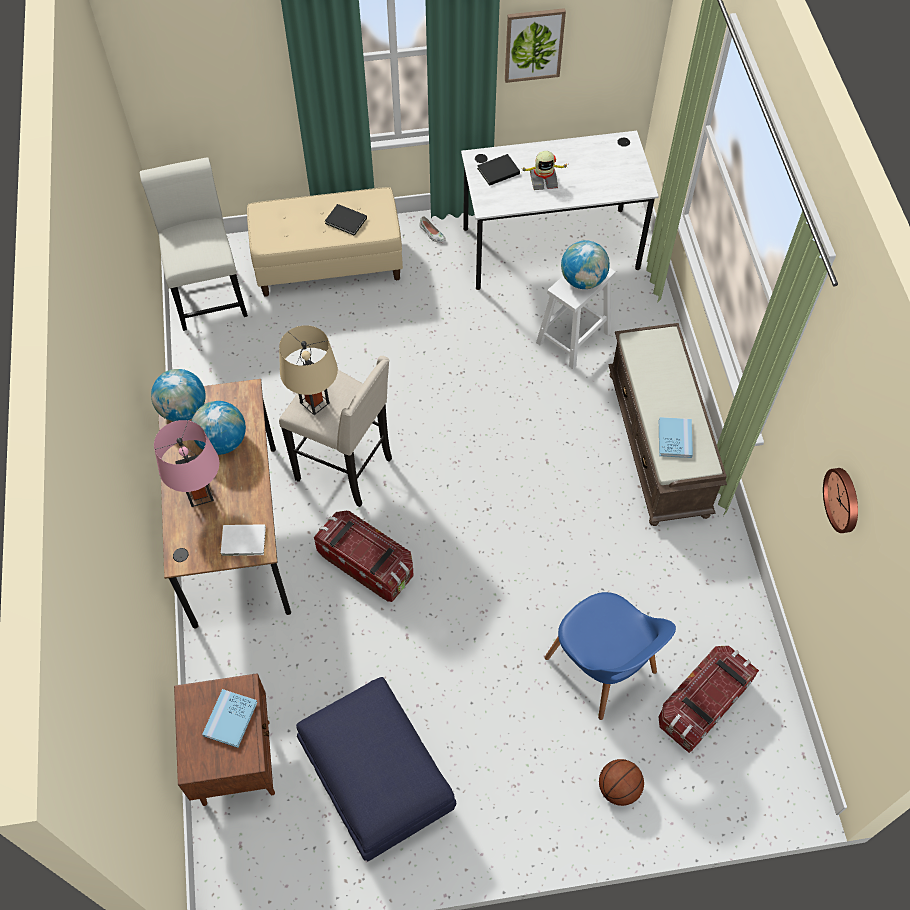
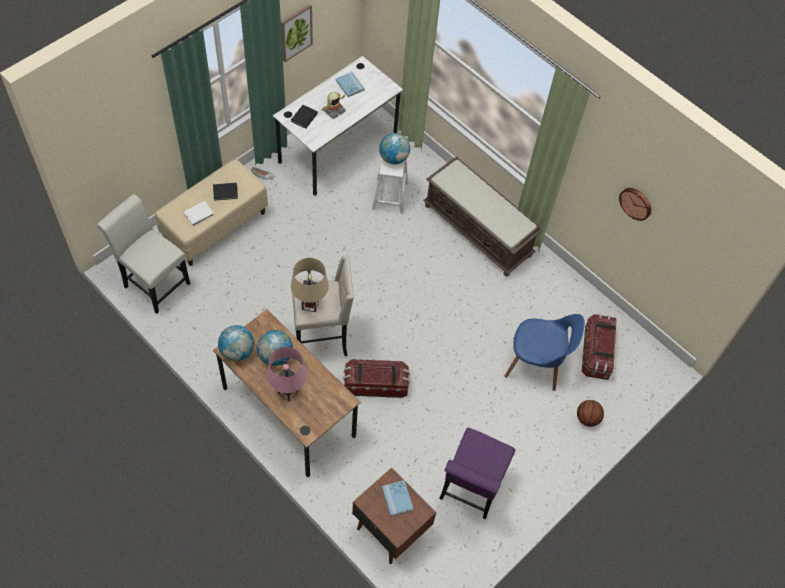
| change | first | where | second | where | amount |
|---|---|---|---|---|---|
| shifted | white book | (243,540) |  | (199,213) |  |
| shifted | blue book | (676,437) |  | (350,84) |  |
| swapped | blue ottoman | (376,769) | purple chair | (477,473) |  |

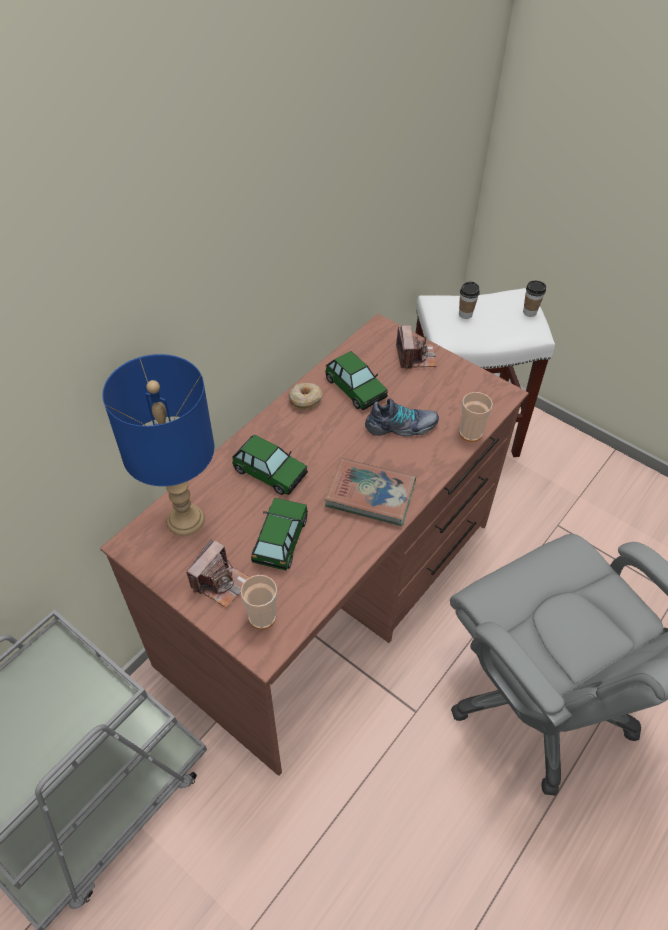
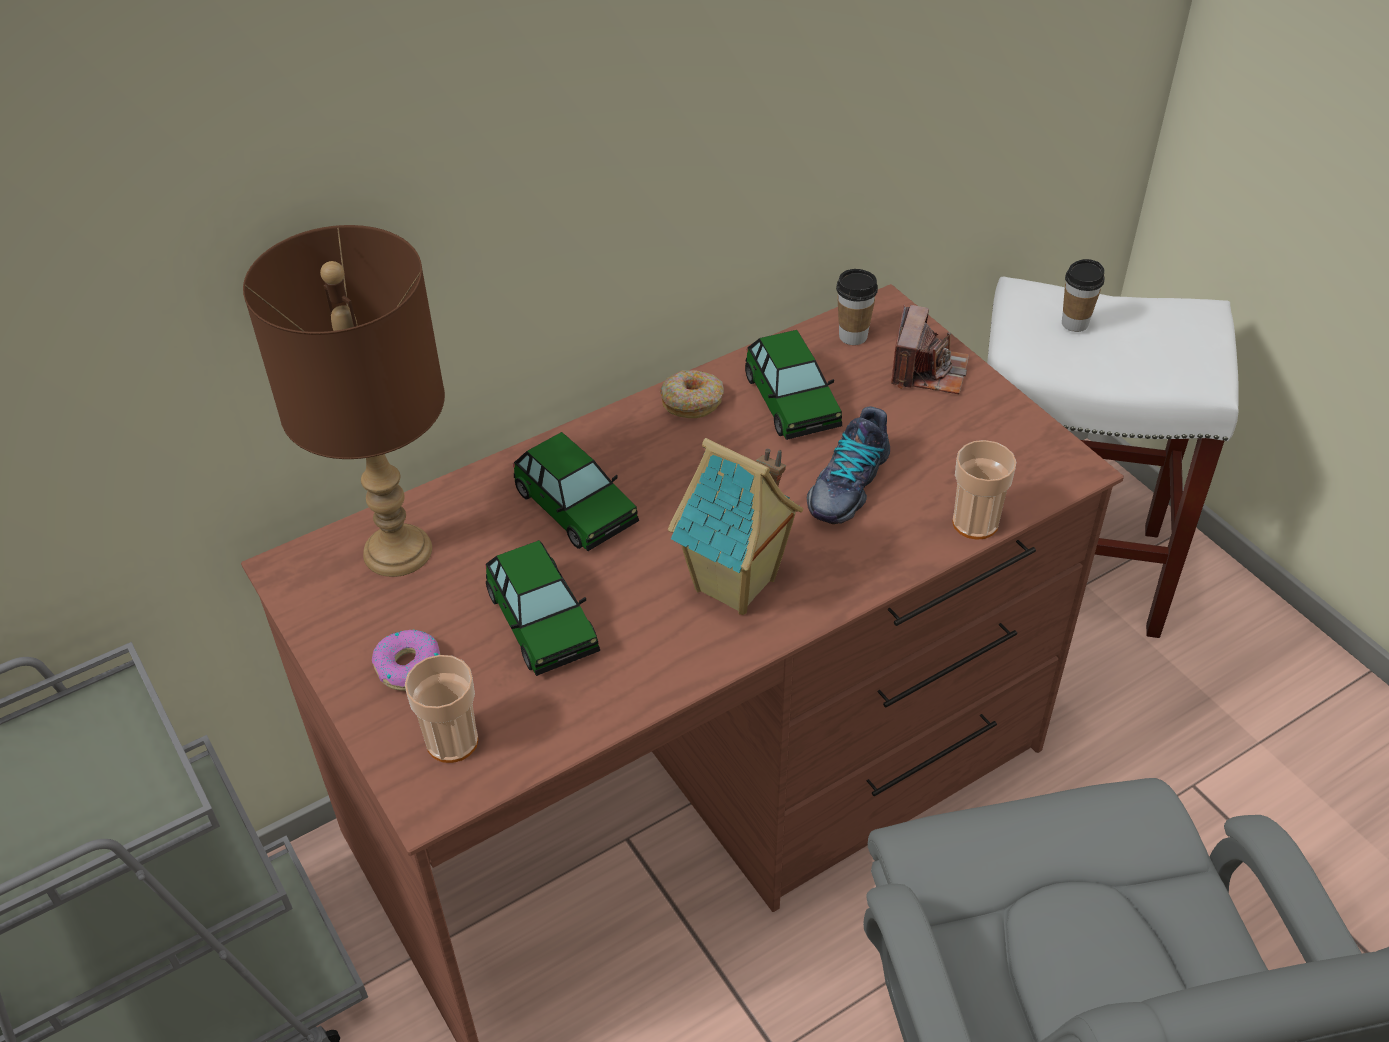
| change | first | where | second | where | amount |
|---|---|---|---|---|---|
| shifted | cup | (534,299) |  | (857,307) |  |
| swapped | photo camera | (218,573) | donut | (406,660) |  |
| swapped | book | (370,492) | toy house | (735,526) |  |
| repainted | blue table lamp | (158,445) | brown table lamp | (344,401) |  |
| rotated | toy car | (279,534) |  | (542,608) | 120 degrees clockwise |
| rotated | shoe | (402,417) |  | (848,465) | 105 degrees clockwise |

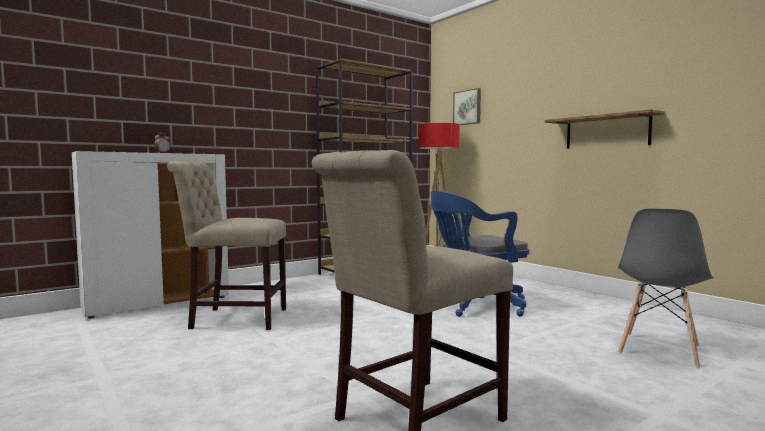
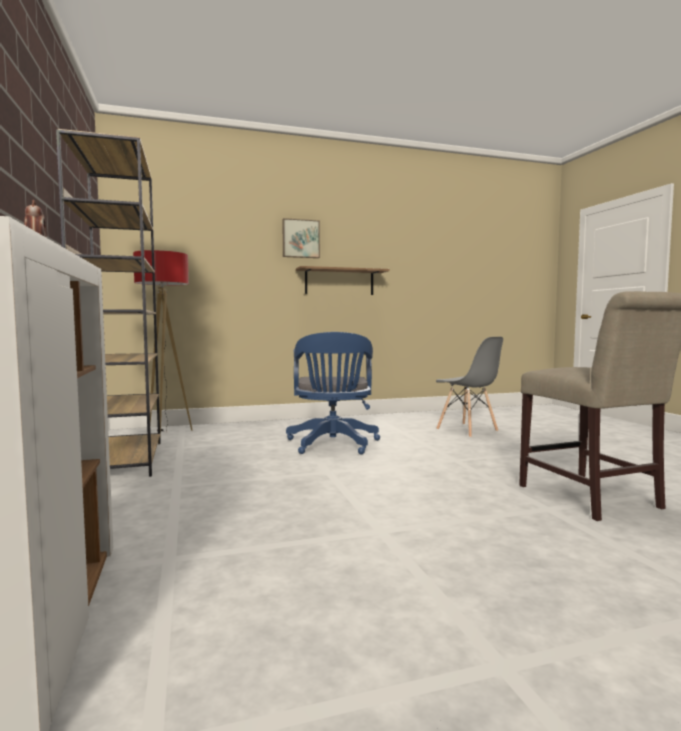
| change | first | where | second | where | amount |
|---|---|---|---|---|---|
| gone | beige chair | (226,245) |  |  |  |
| shifted | picture | (467,106) |  | (301,238) |  |

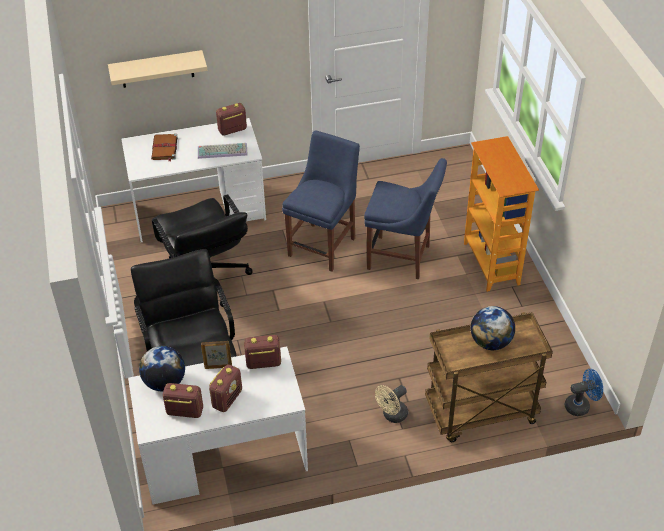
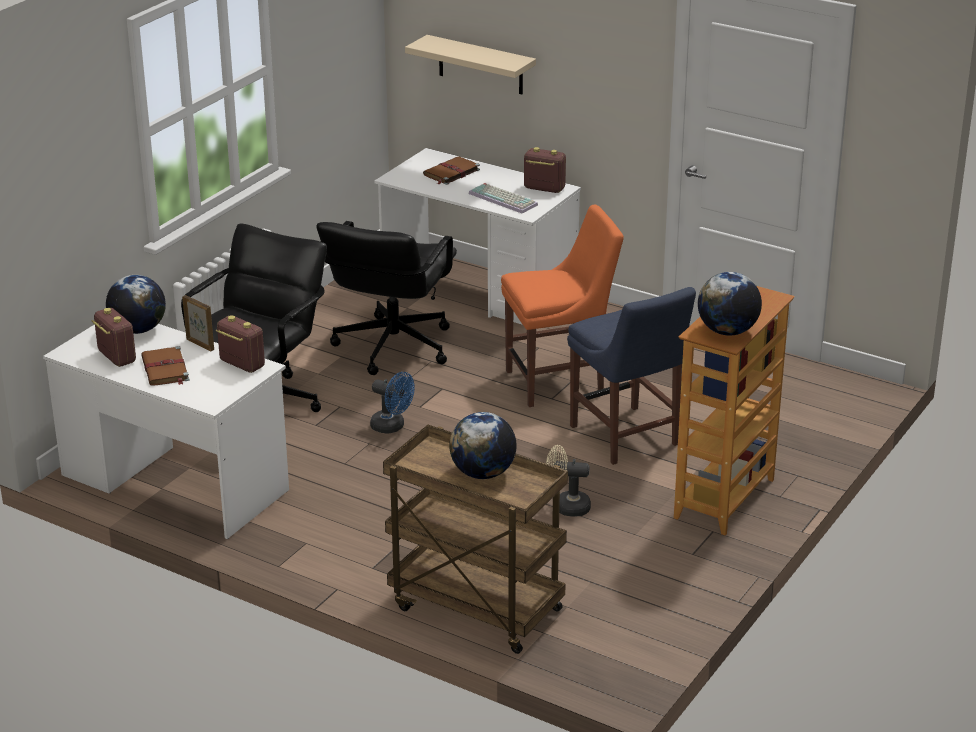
| change | first | where | second | where | amount |
|---|---|---|---|---|---|
| new |  |  | globe | (730,304) |  |
| shifted | beige fan | (391,404) |  | (568,481) |  |
| shifted | blue fan | (584,392) |  | (392,403) |  |
| swapped | radio | (225,388) | brown book | (165,366) |  |
| repainted | blue chair | (321,201) | orange chair | (562,306) |  |

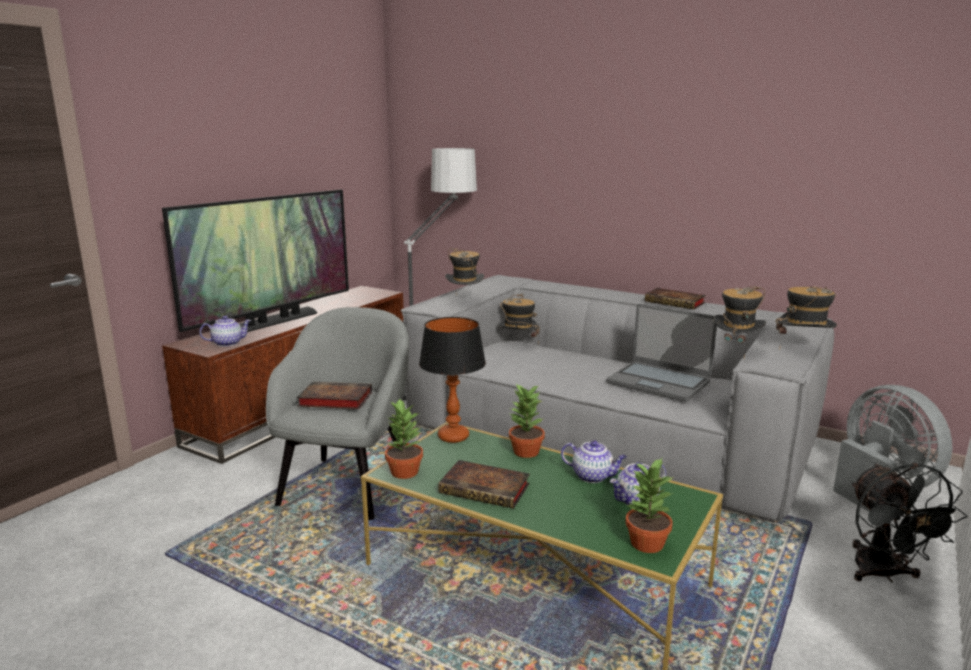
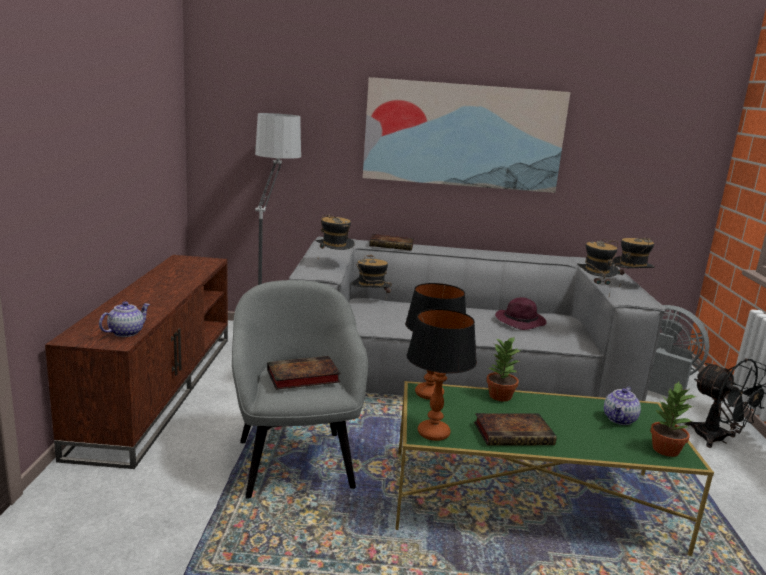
| change | first | where | second | where | amount |
|---|---|---|---|---|---|
| gone | television | (255,261) |  |  |  |
| gone | teapot | (594,461) |  |  |  |
| new |  |  | picture | (467,135) |  |
| shifted | book | (675,299) |  | (391,242) |  |
| swapped | potted plant | (404,438) | table lamp | (442,375) |  |
| swapped | laptop | (661,353) | purple hat | (521,314) |  |

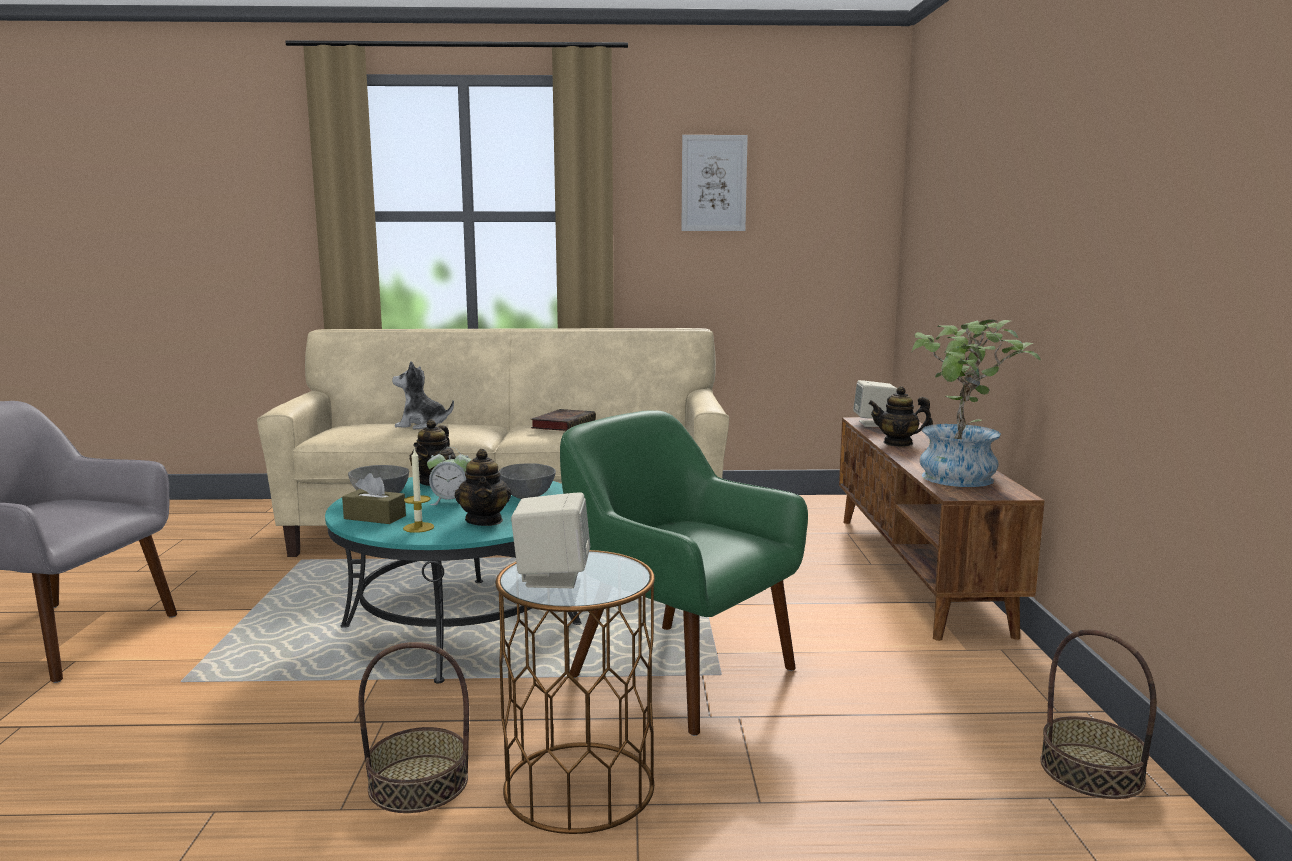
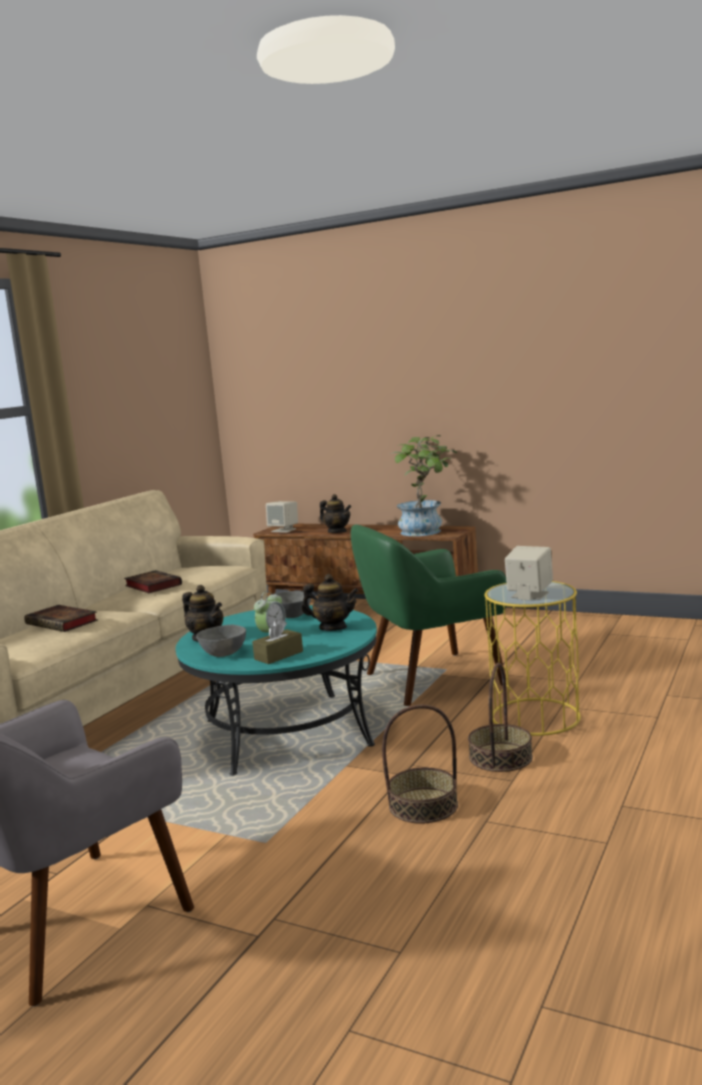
| change | first | where | second | where | amount |
|---|---|---|---|---|---|
| gone | candle | (418,490) |  |  |  |
| gone | picture | (714,183) |  |  |  |
| shifted | basket | (1098,714) |  | (420,764) |  |
| swapped | plush toy | (423,395) | book | (61,618) |  |
| repainted | brown side table | (575,692) | yellow side table | (533,658) |  |
| rotated | teapot | (900,416) |  | (335,513) | 90 degrees counterclockwise |

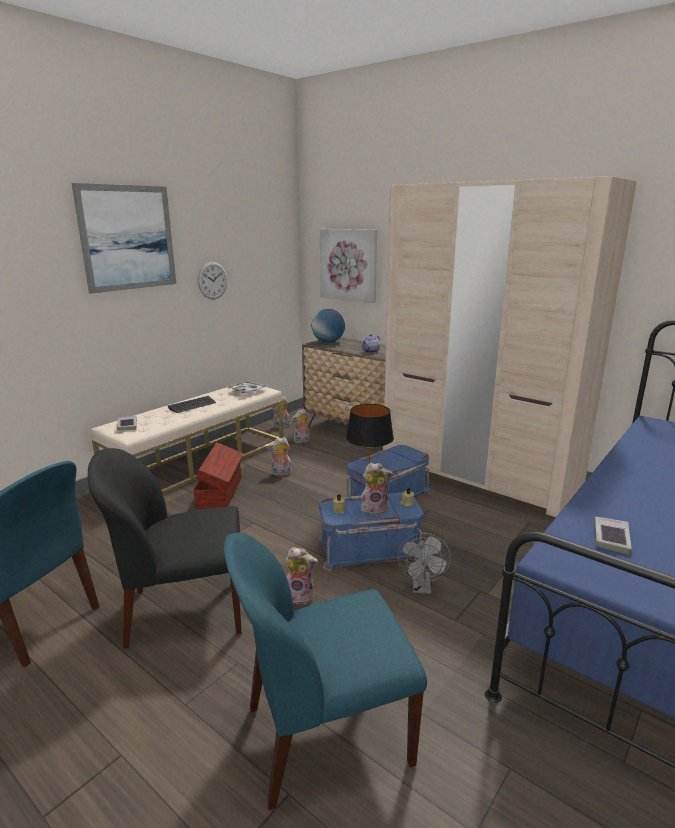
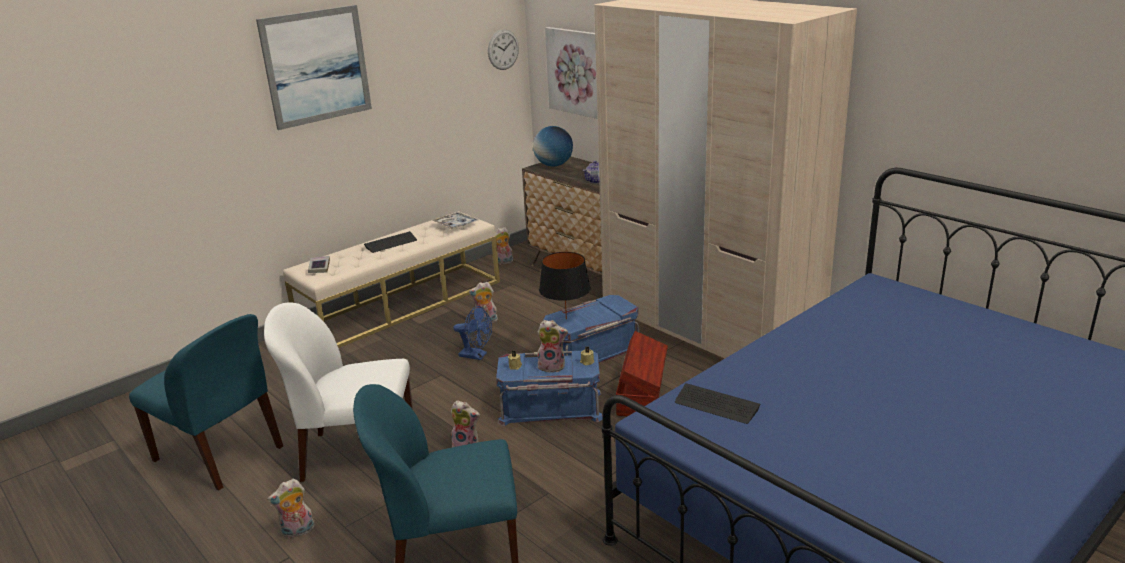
| change | first | where | second | where | amount |
|---|---|---|---|---|---|
| gone | grey fan | (424,563) |  |  |  |
| new |  |  | blue fan | (472,333) |  |
| shifted | brown storage box | (218,475) |  | (642,373) |  |
| shifted | wall clock | (212,280) |  | (503,50) |  |
| shifted | plush toy | (300,426) |  | (291,508) |  |
| swapped | book | (613,536) | keyboard | (717,403) |  |
| repainted | black chair | (165,548) | white chair | (338,392) |  |

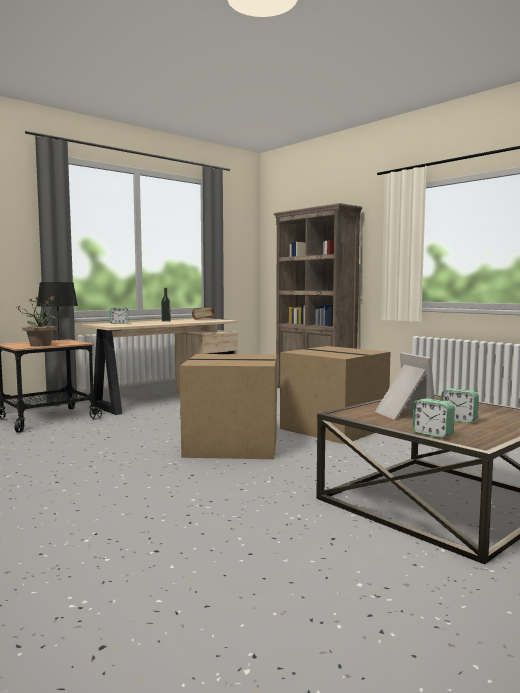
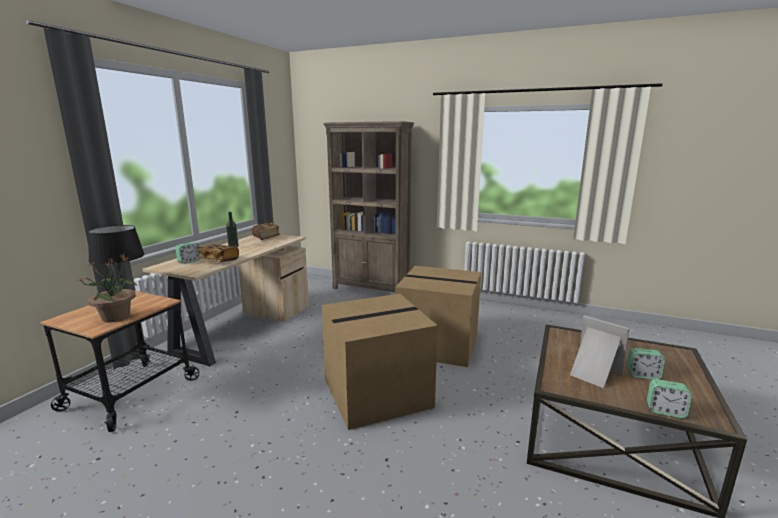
| change | first | where | second | where | amount |
|---|---|---|---|---|---|
| new |  |  | book | (218,253) |  |

